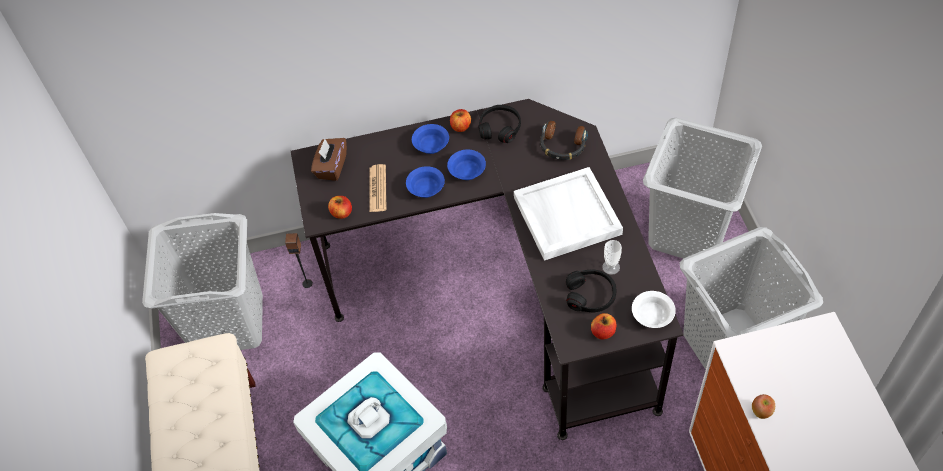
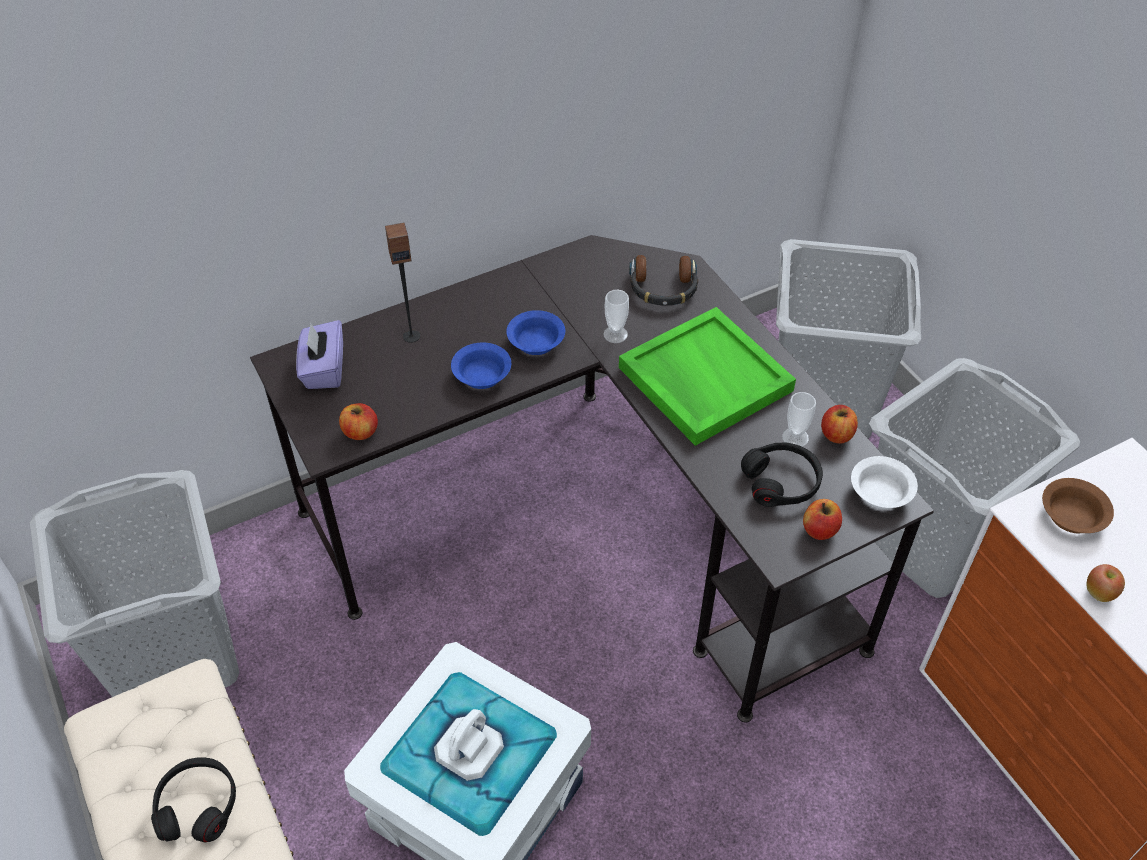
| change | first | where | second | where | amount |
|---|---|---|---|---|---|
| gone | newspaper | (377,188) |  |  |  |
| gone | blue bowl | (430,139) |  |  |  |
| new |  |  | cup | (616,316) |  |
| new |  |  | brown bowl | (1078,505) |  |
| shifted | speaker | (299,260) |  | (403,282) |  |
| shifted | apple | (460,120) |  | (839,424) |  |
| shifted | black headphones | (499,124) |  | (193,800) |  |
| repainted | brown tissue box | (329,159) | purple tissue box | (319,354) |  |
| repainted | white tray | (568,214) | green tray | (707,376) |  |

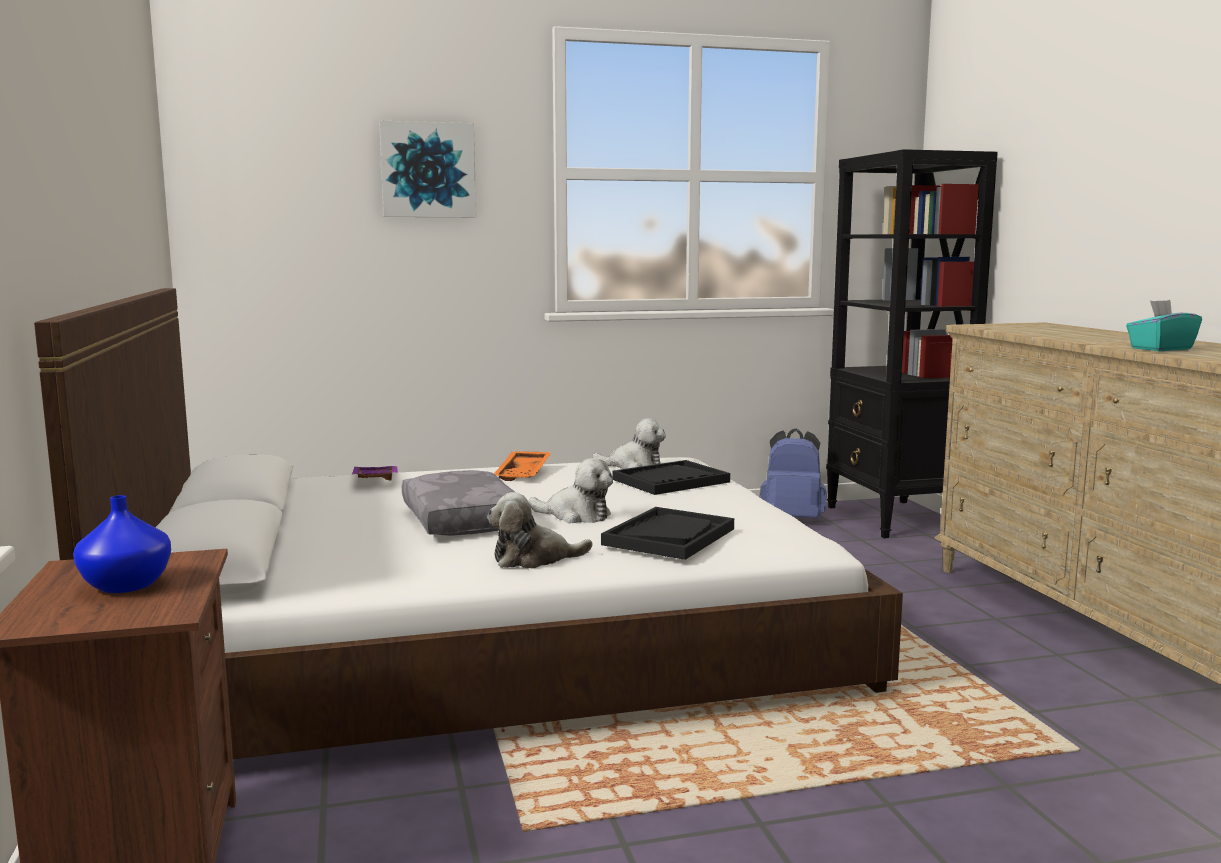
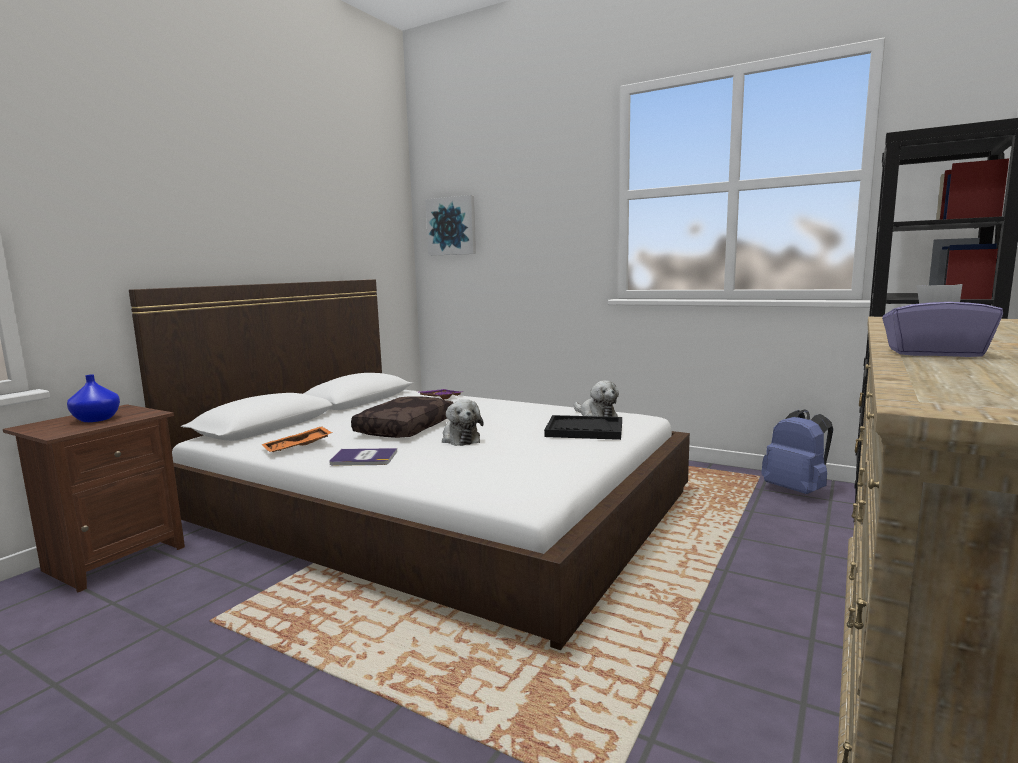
| change | first | where | second | where | amount |
|---|---|---|---|---|---|
| gone | black tray | (667,533) |  |  |  |
| shifted | picture | (427,169) |  | (450,225) |  |
| shifted | orange tray | (522,466) |  | (296,439) |  |
| swapped | plush toy | (539,530) | book | (363,457) |  |
| repainted | grey pillow | (458,503) | brown pillow | (402,417) |  |
| repainted | turquoise tissue box | (1164,325) | purple tissue box | (942,320) |  |

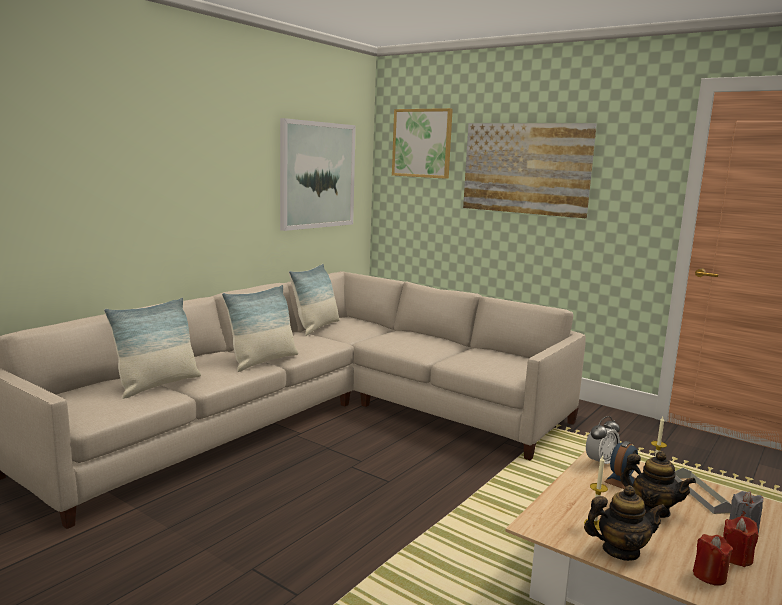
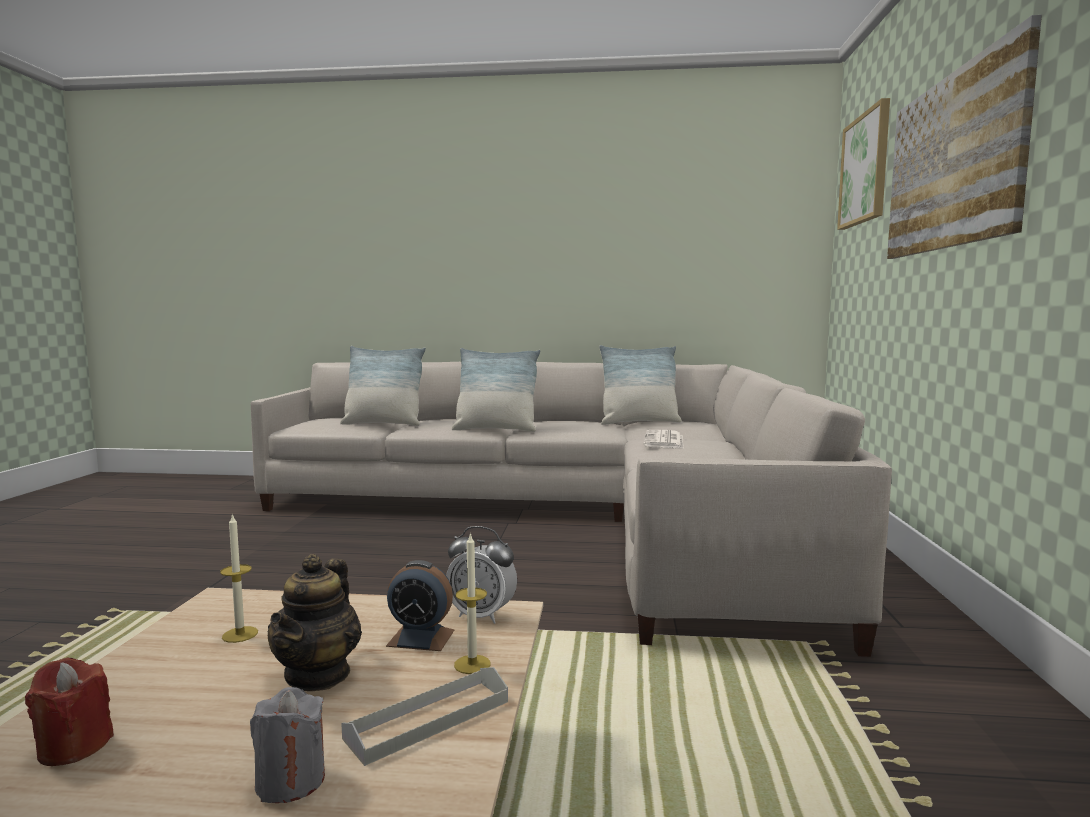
| change | first | where | second | where | amount |
|---|---|---|---|---|---|
| gone | picture | (318,174) |  |  |  |
| gone | teapot | (625,523) |  |  |  |
| gone | red candle | (741,541) |  |  |  |
| new |  |  | newspaper | (663,439) |  |

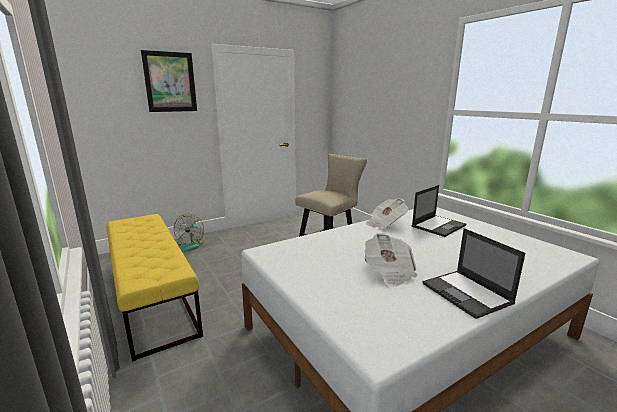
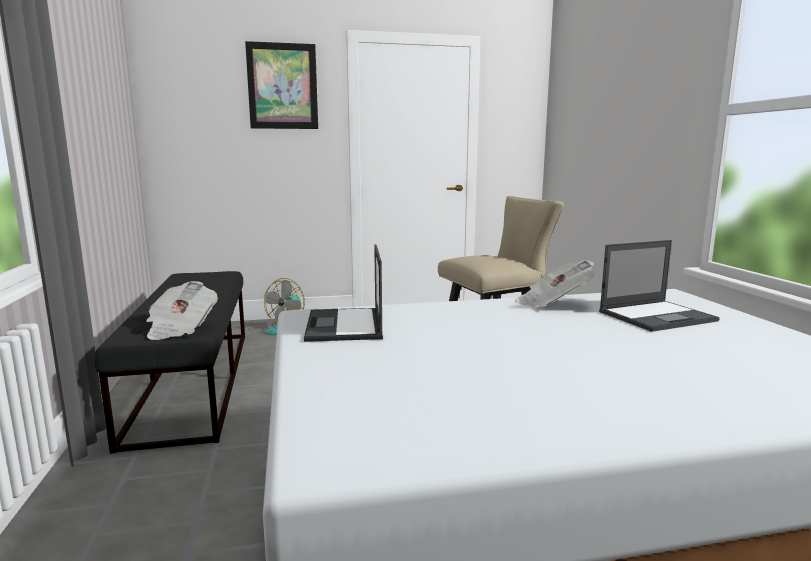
| change | first | where | second | where | amount |
|---|---|---|---|---|---|
| shifted | newspaper | (391,260) |  | (182,310) |  |
| shifted | laptop | (473,273) |  | (343,293) |  |
| repainted | yellow bench | (154,288) | black bench | (169,362) |  |

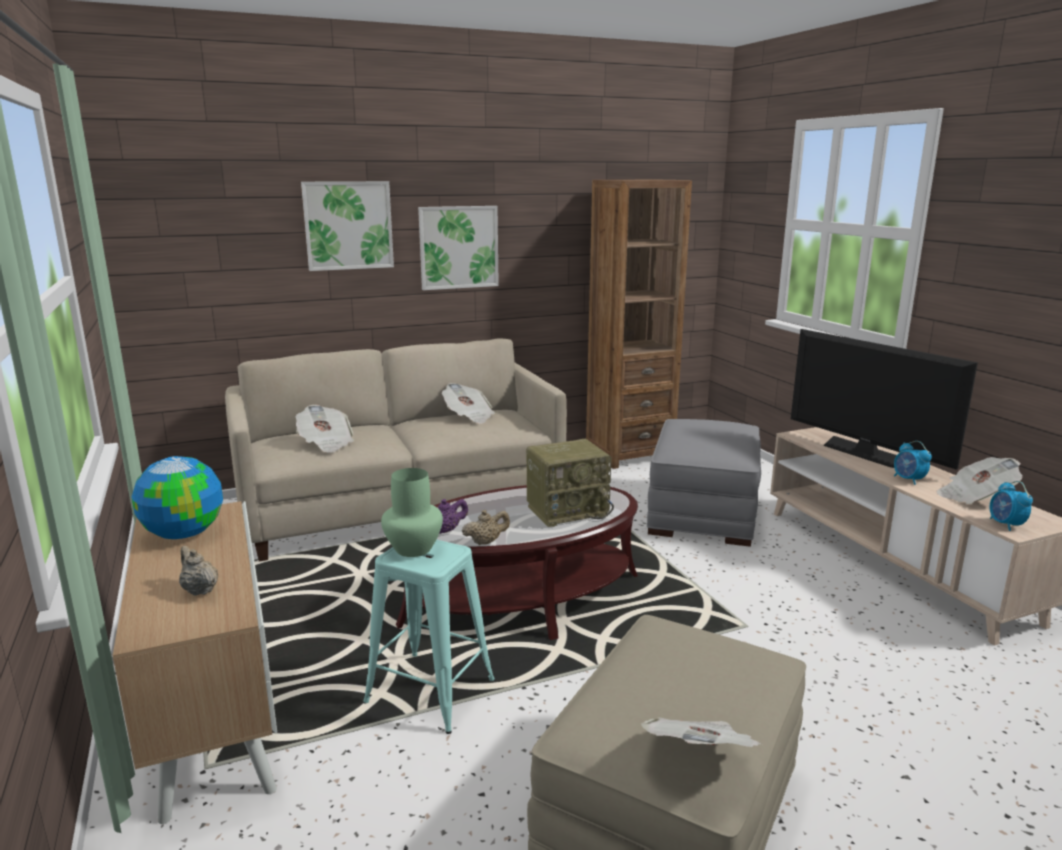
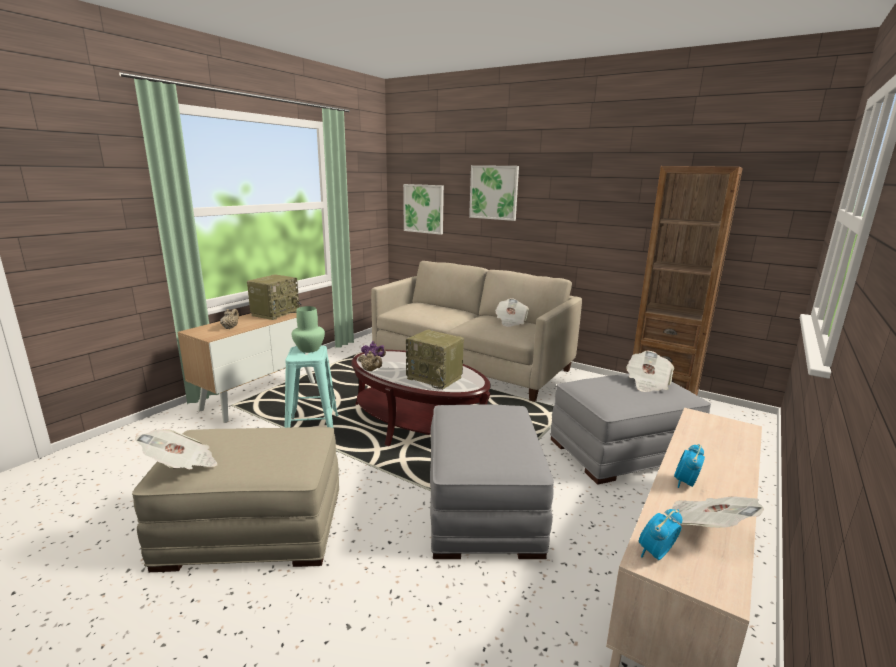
| change | first | where | second | where | amount |
|---|---|---|---|---|---|
| gone | television | (884,399) |  |  |  |
| new |  |  | grey ottoman | (492,481) |  |
| shifted | newspaper | (325,429) |  | (650,371) |  |
| shifted | picture | (458,248) |  | (423,209) |  |
| swapped | globe | (177,497) | radio | (274,297) |  |

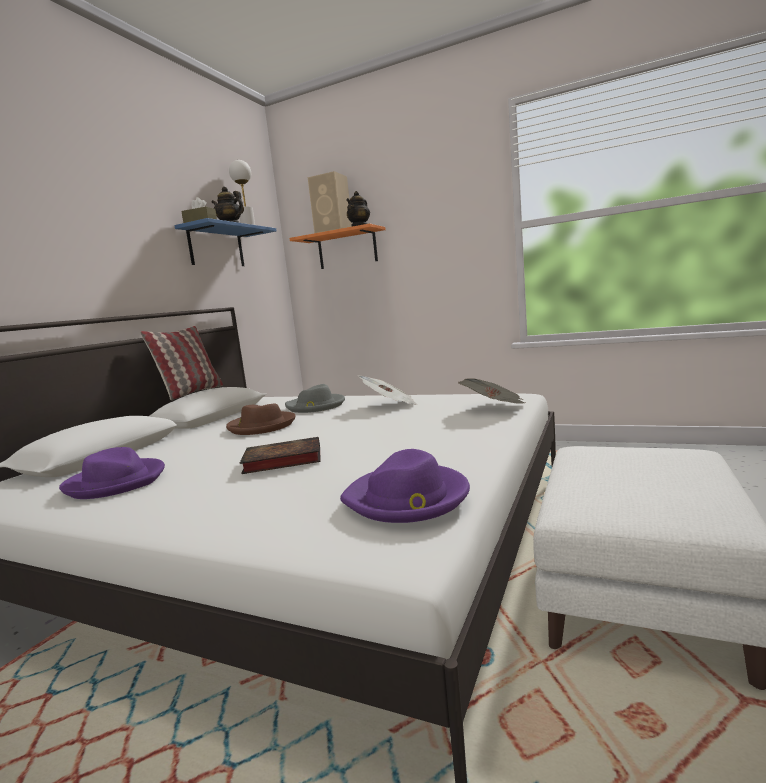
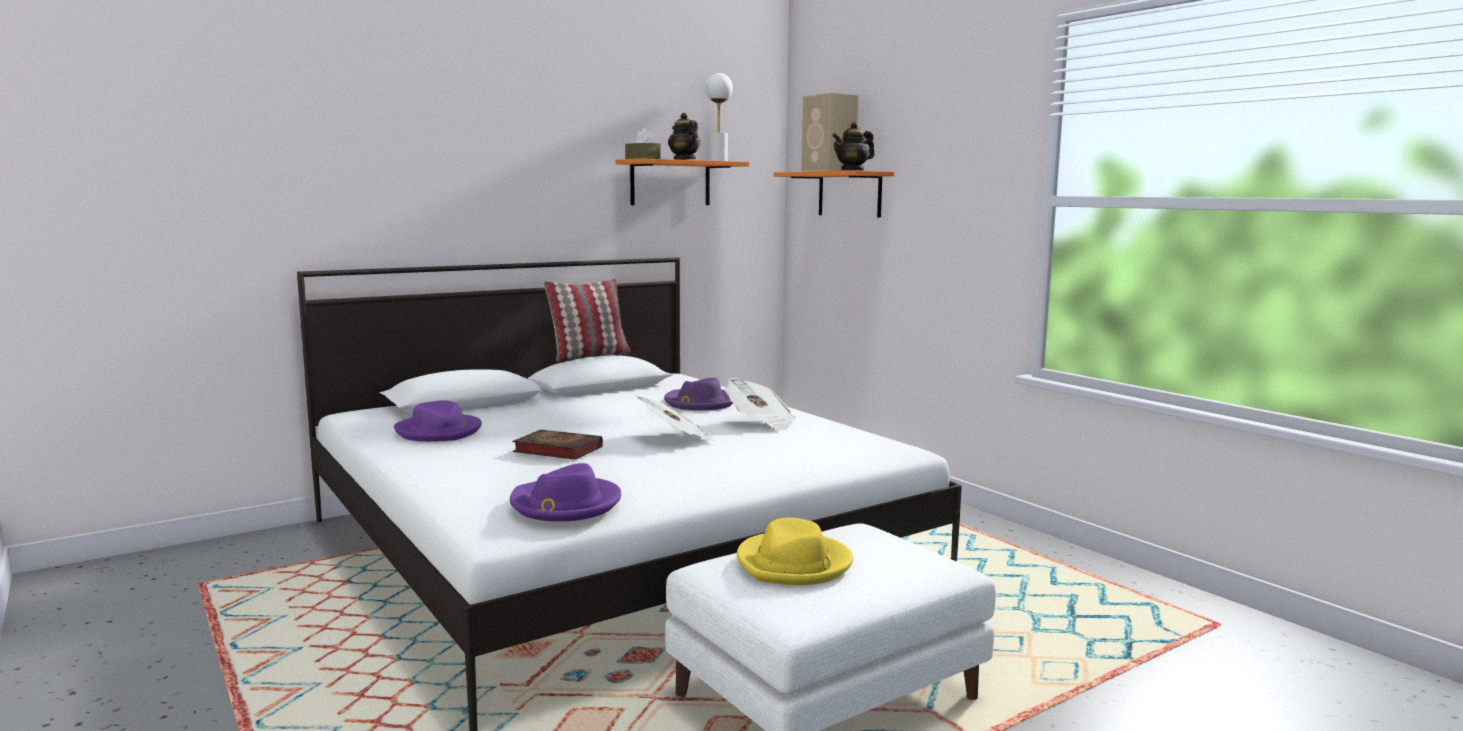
| change | first | where | second | where | amount |
|---|---|---|---|---|---|
| gone | brown hat | (260,419) |  |  |  |
| new |  |  | yellow hat | (795,551) |  |
| shifted | newspaper | (491,391) |  | (674,418) |  |
| repainted | blue shelf | (225,242) | orange shelf | (682,181) |  |
| repainted | grey hat | (315,398) | purple hat | (698,394) |  |

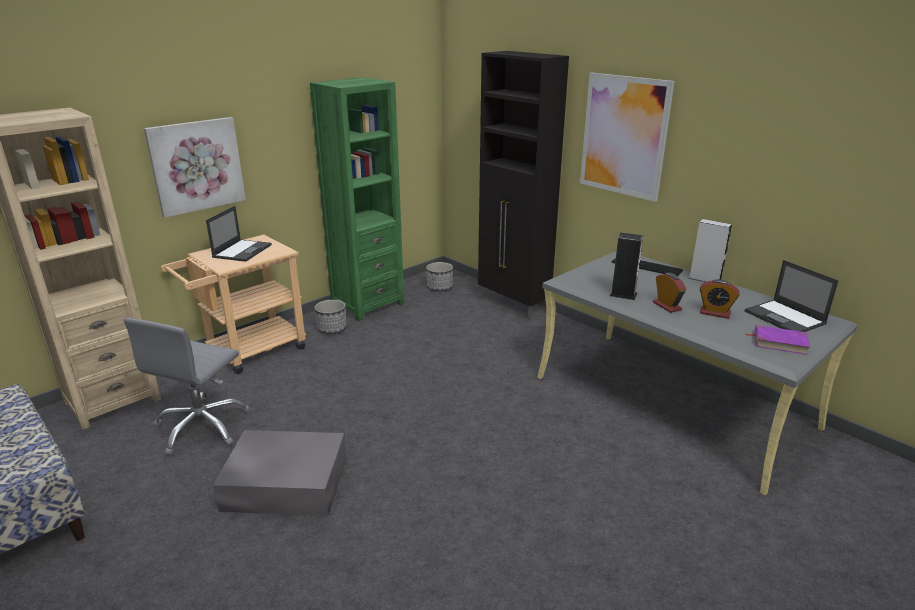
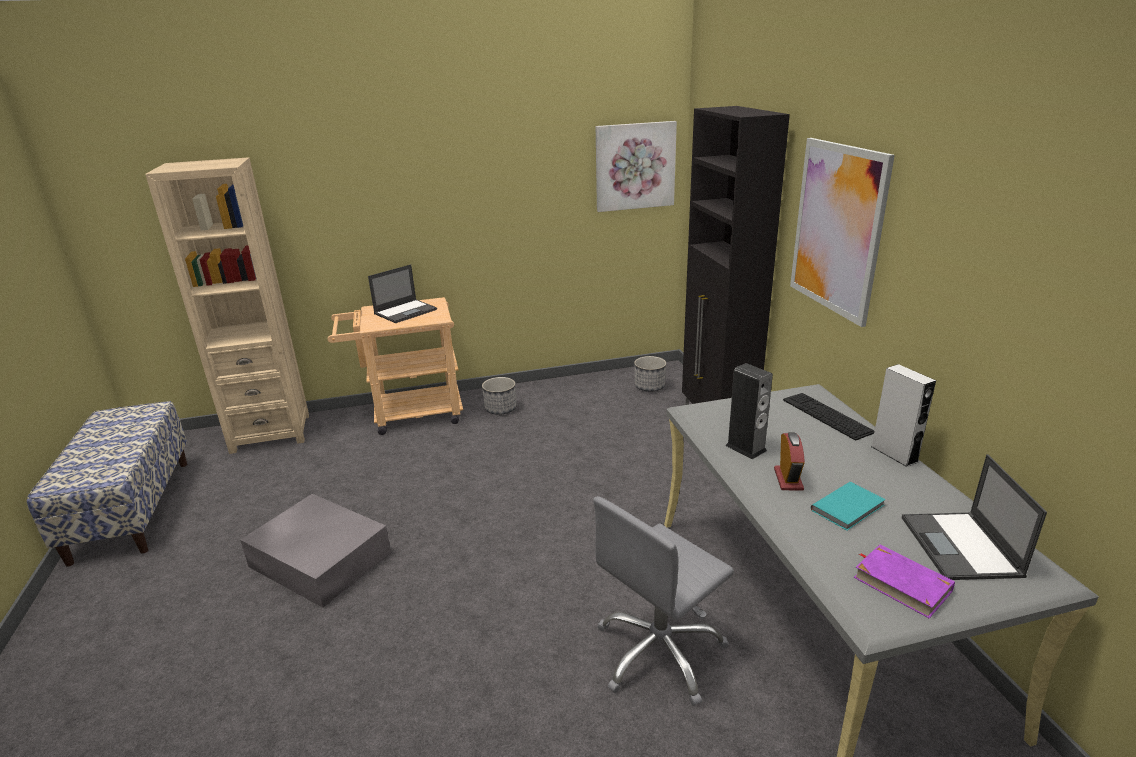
| change | first | where | second | where | amount |
|---|---|---|---|---|---|
| gone | green bookcase | (357,199) |  |  |  |
| shifted | grey office chair | (187,387) |  | (663,601) |  |
| shifted | picture | (195,167) |  | (636,166) |  |
| swapped | alarm clock | (720,299) | turquoise book | (848,506) |  |

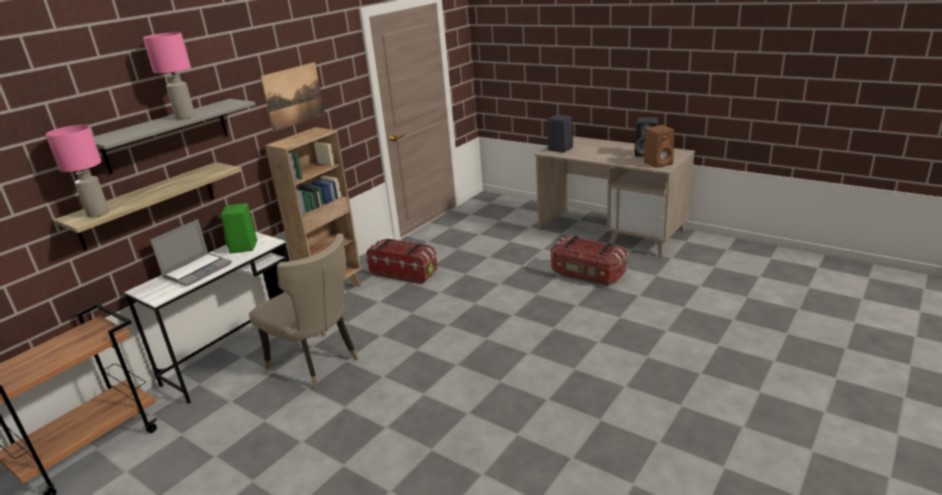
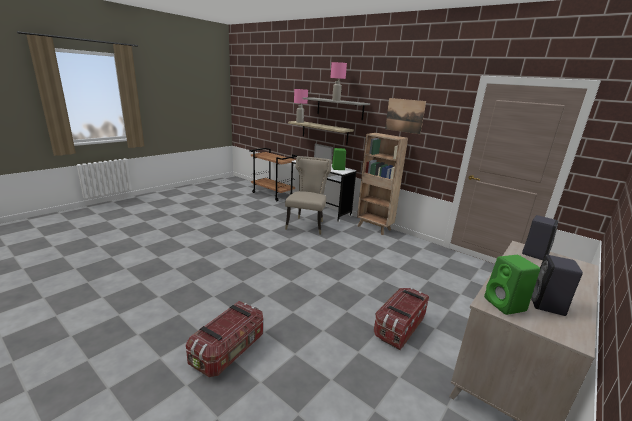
| change | first | where | second | where | amount |
|---|---|---|---|---|---|
| shifted | storage box | (402,261) |  | (224,339) |  |
| repainted | brown speaker | (659,146) | green speaker | (512,285) |  |
| rotated | beige chair | (304,310) |  | (308,195) | 150 degrees clockwise |

